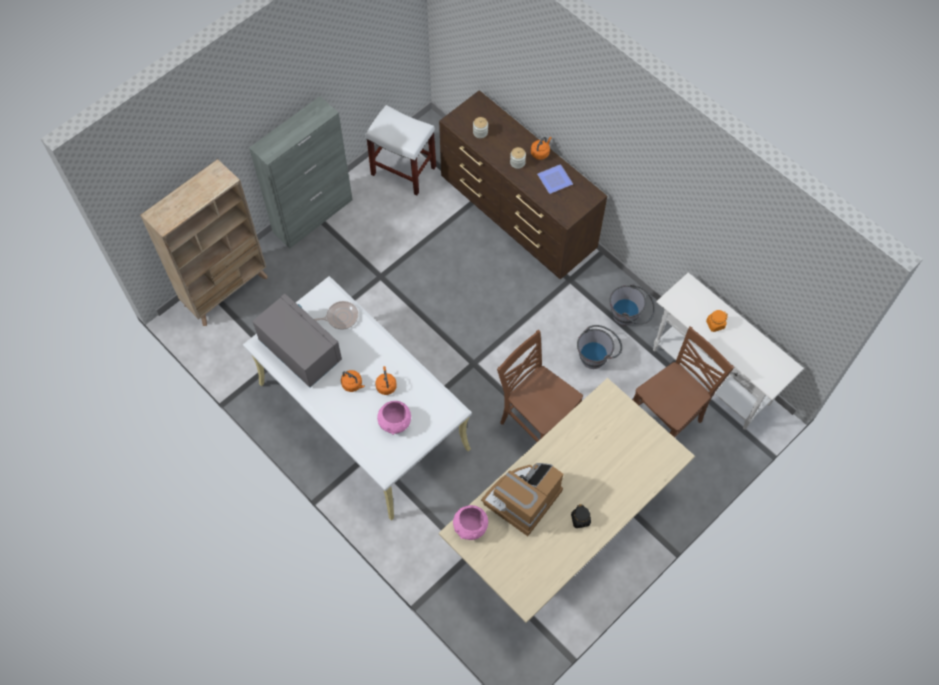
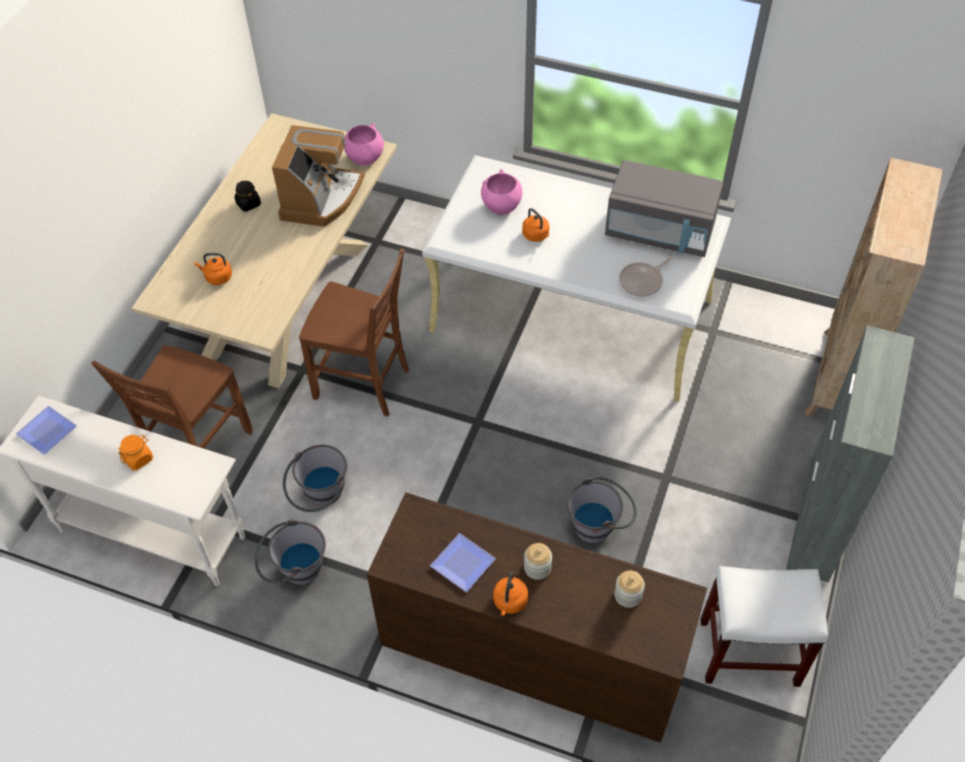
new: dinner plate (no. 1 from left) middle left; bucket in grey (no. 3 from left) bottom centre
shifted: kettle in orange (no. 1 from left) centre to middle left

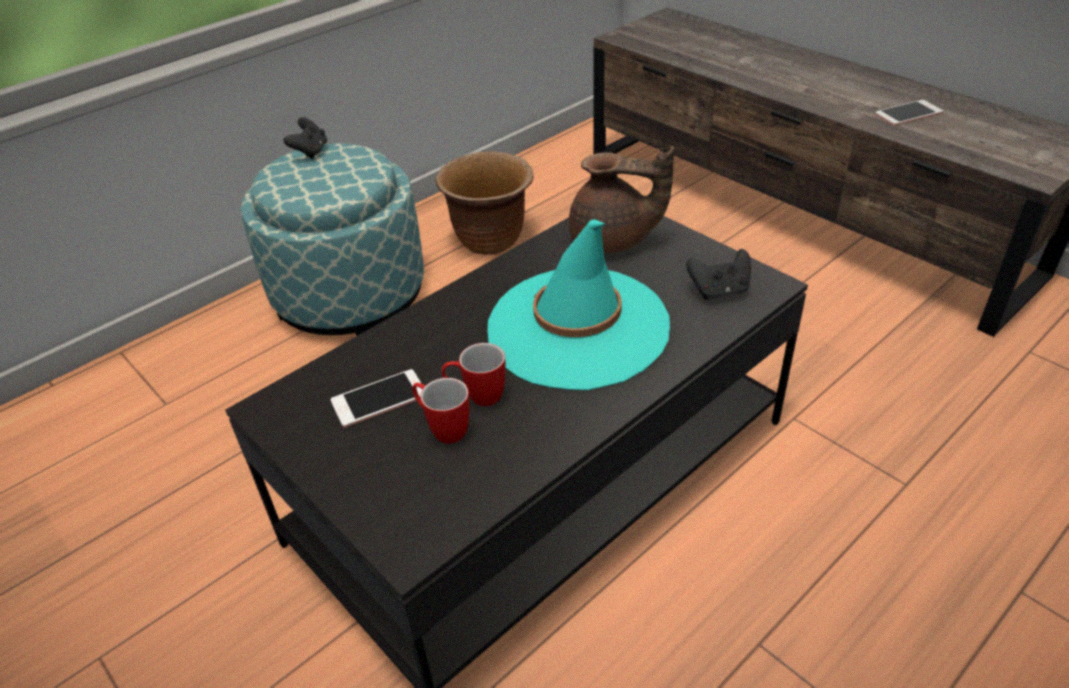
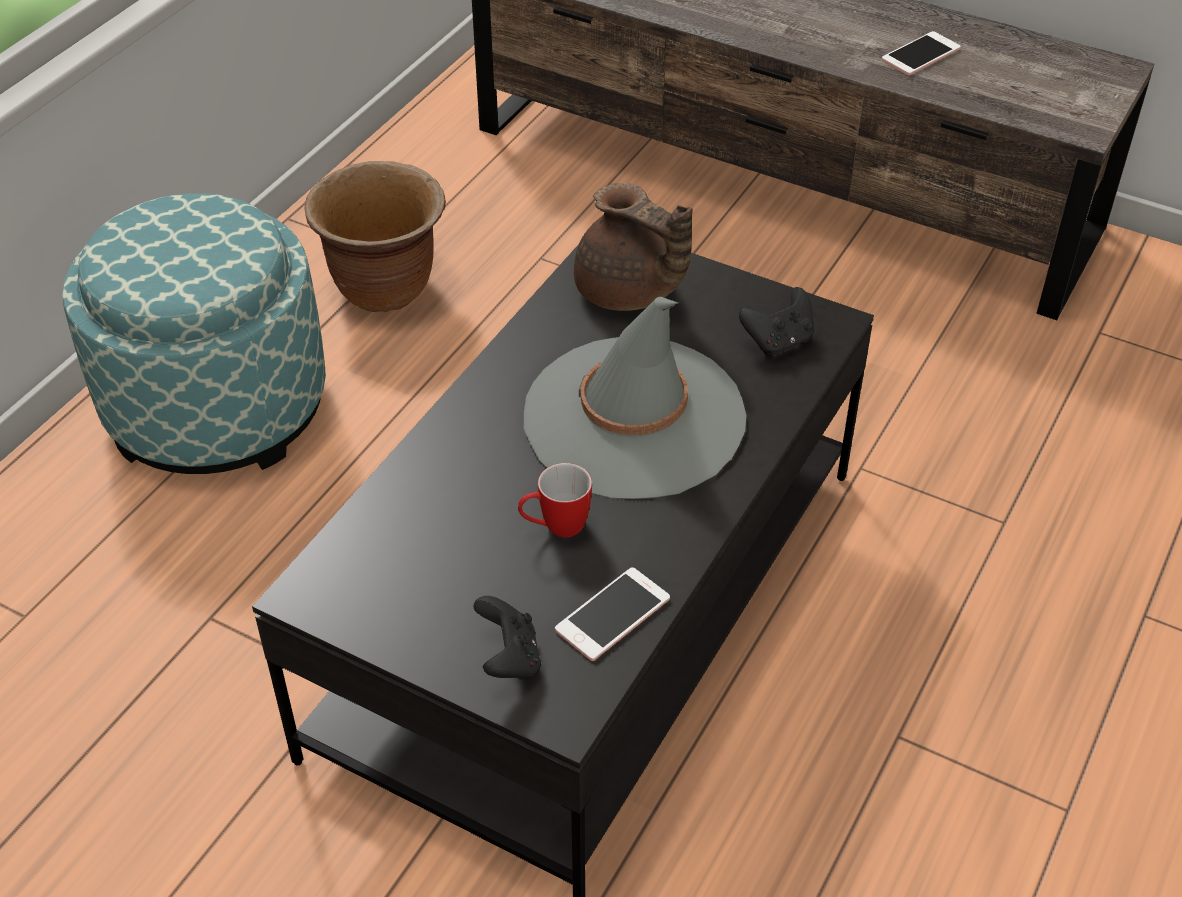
gone: tea mug (no. 1 from left) centre
shifted: gamepad in black-coloured (no. 1 from left) top left to bottom centre; handset (no. 1 from left) centre to bottom centre
repainted: wearable hat in blue-green centre to wearable hat in grey centre
rotated: pot for tea in brown top centre = top centre 45 degrees clockwise

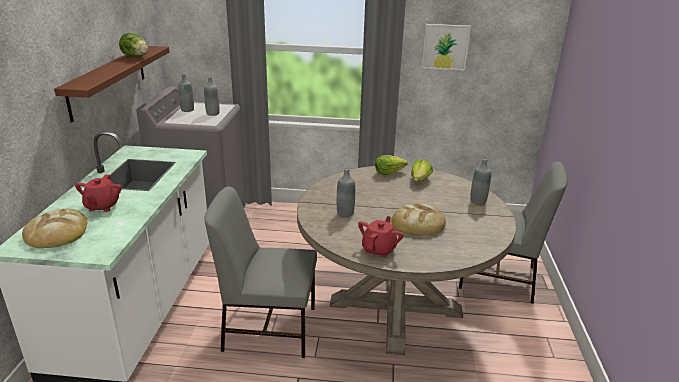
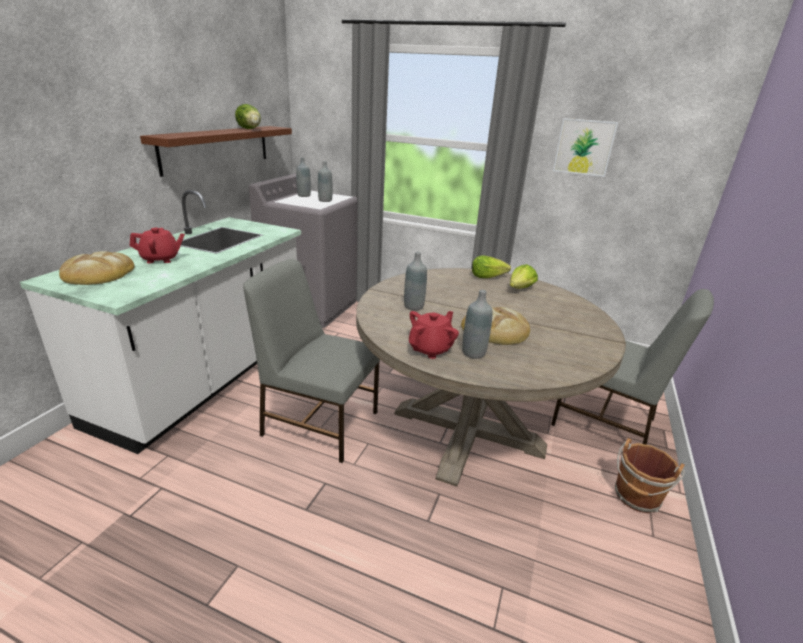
new: bucket in brown bottom right
shifted: bottle in grey (no. 4 from left) middle right to centre
rotated: pot for tea in red-coloured (no. 1 from left) middle left = middle left 120 degrees counterclockwise

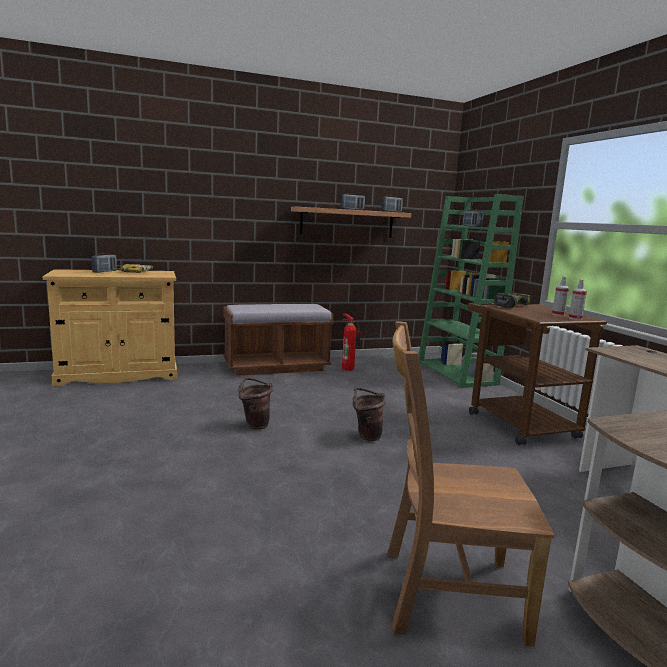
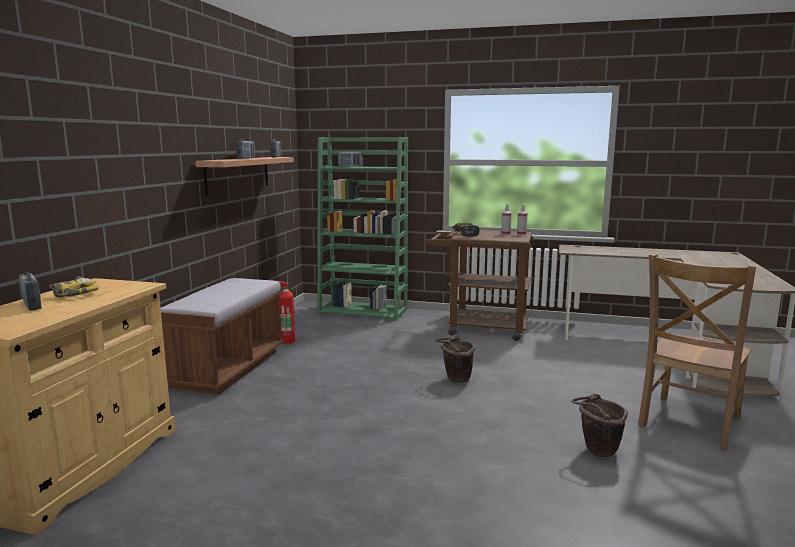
shifted: bucket in brown (no. 1 from left in the first image) centre to bucket in brown (no. 2 from left) bottom right

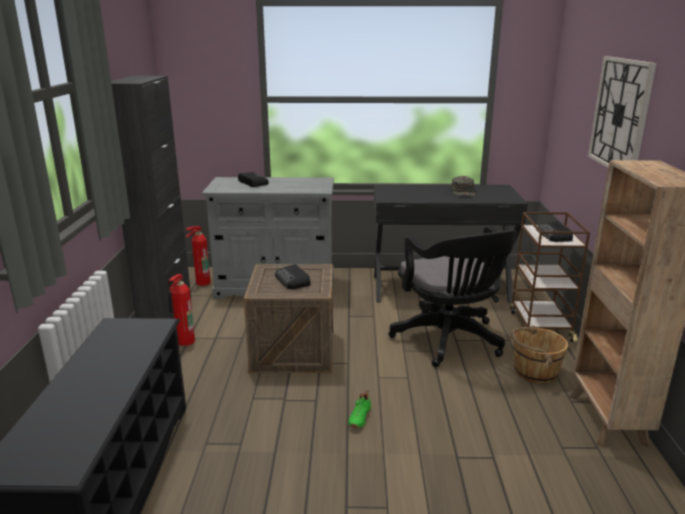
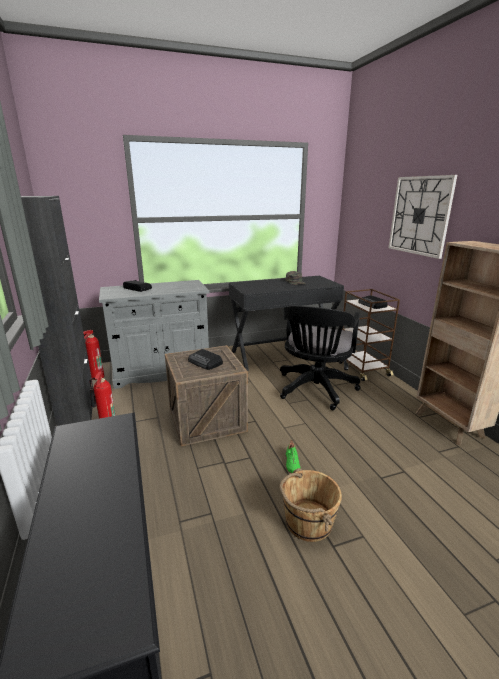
shifted: bucket in brown bottom right to bottom centre
rotated: computer chair in black-coloured centre = centre 60 degrees clockwise

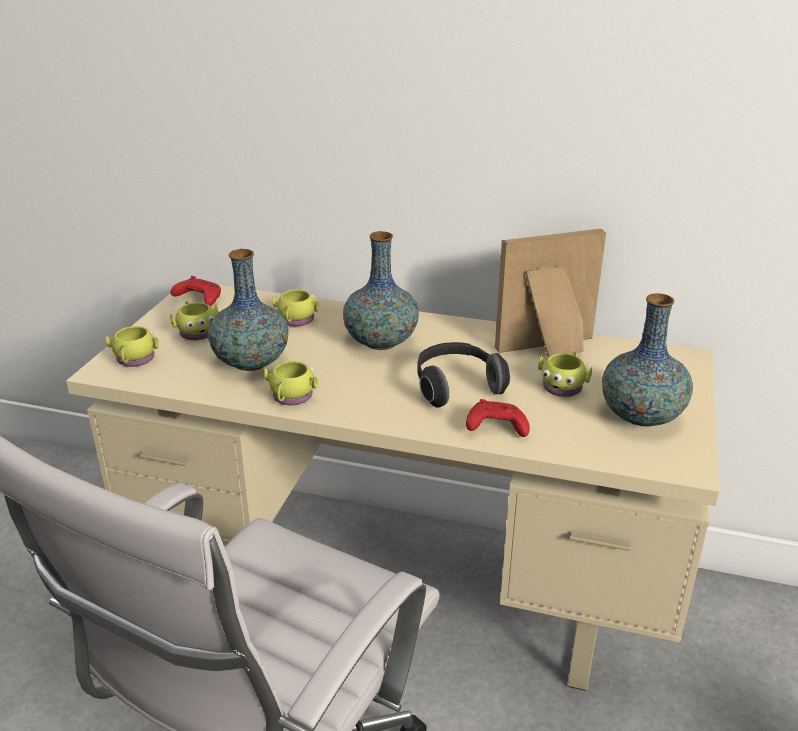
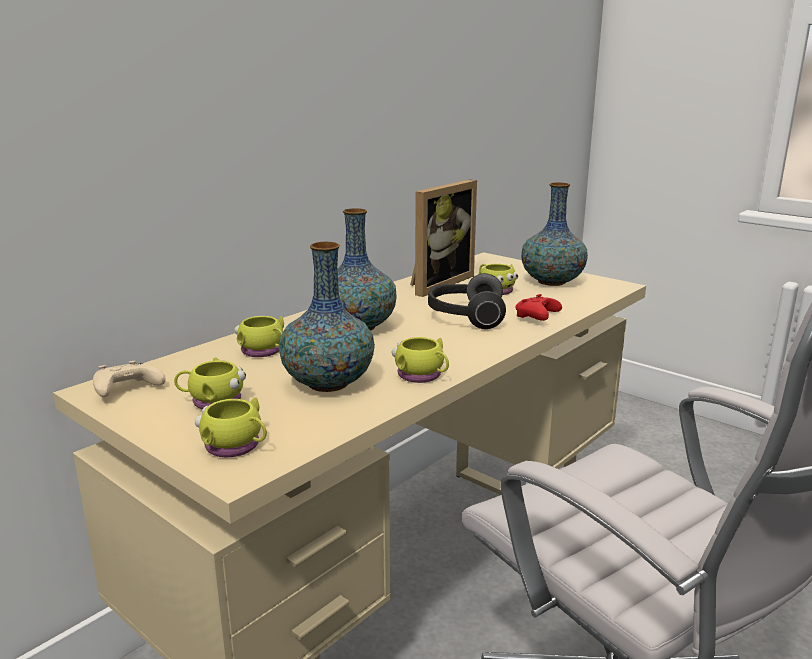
repainted: gamepad in red-coloured (no. 1 from left) middle left to gamepad in beige middle left
rotated: standing frame middle right = centre 150 degrees counterclockwise

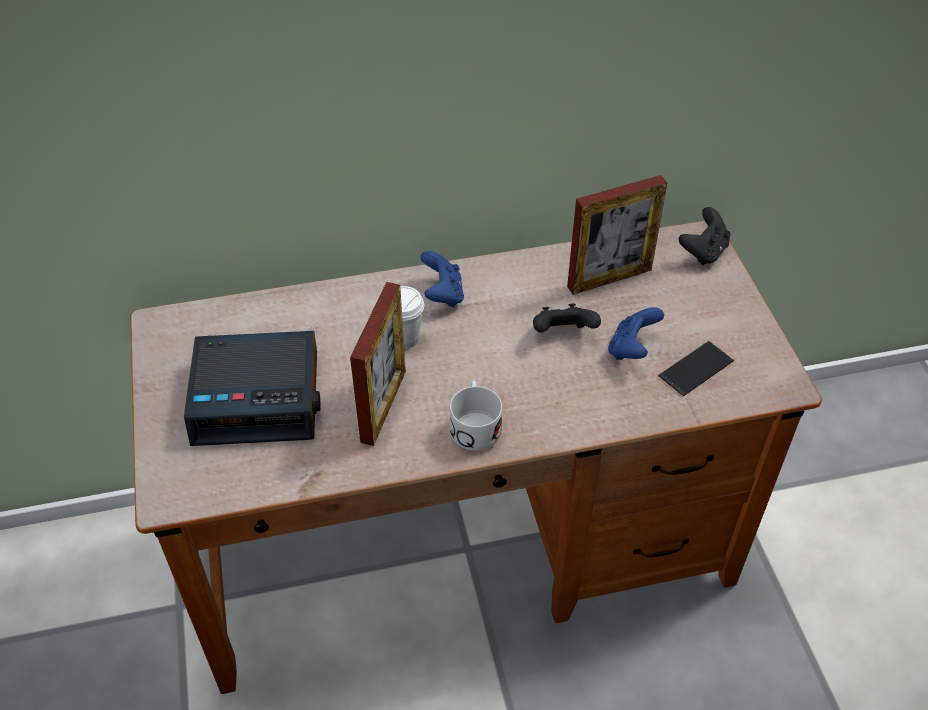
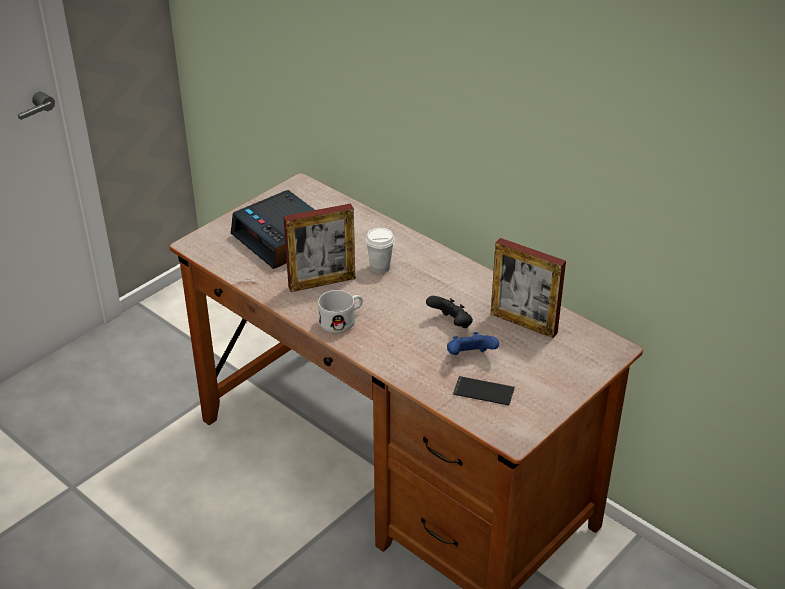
gone: gamepad in black-coloured (no. 2 from left) top right; gamepad in bluish (no. 1 from left) centre

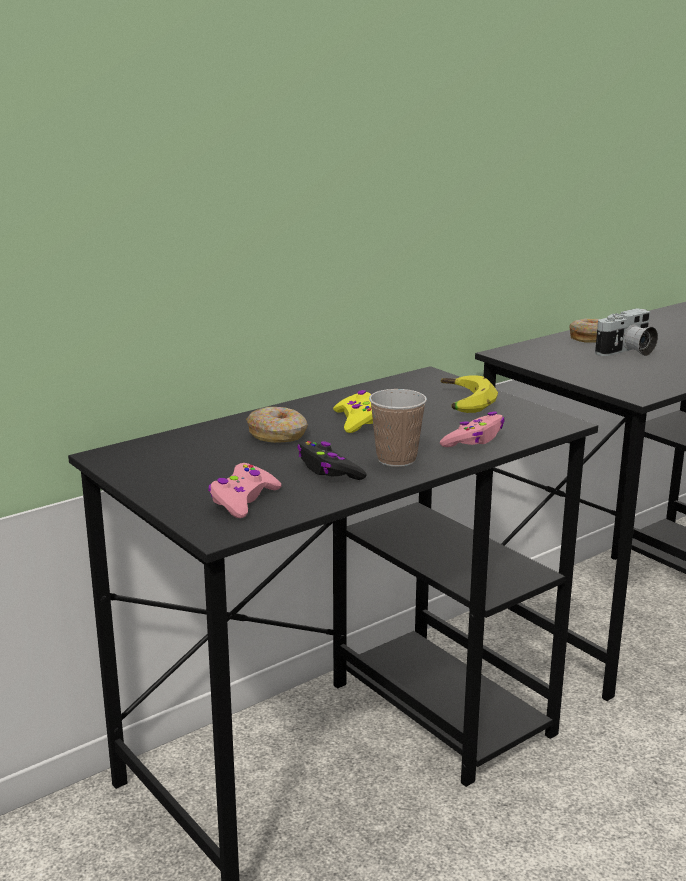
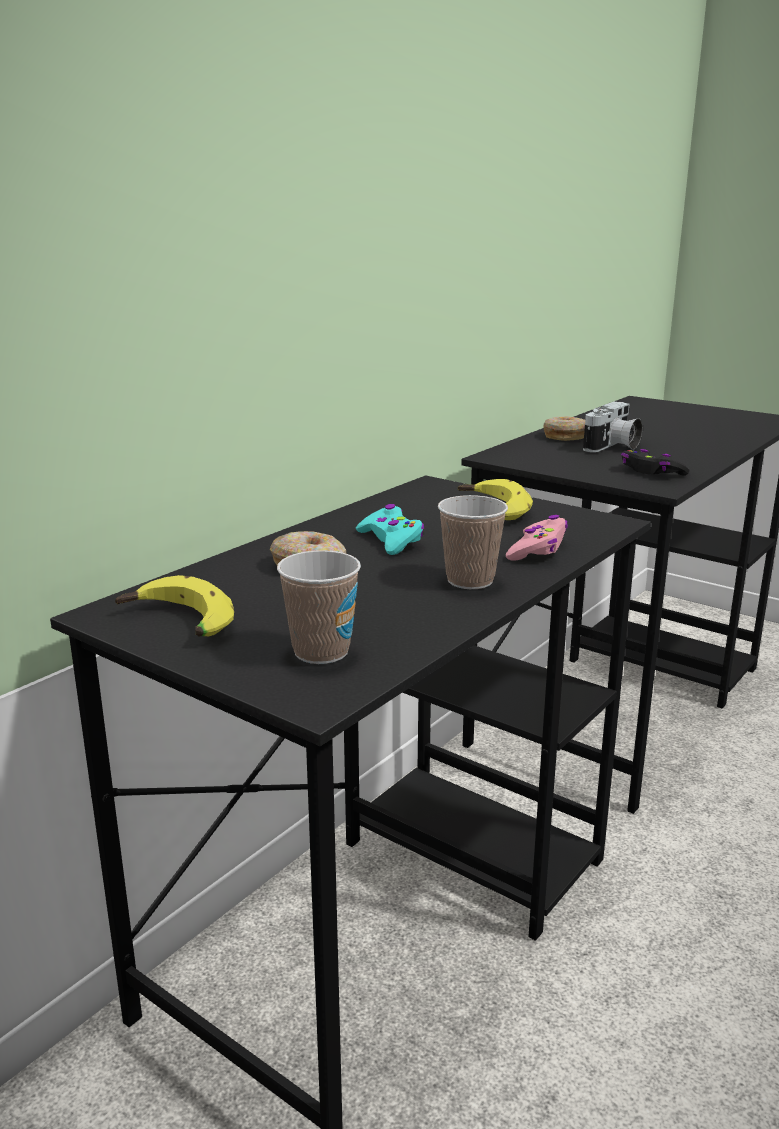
new: banana (no. 1 from left) middle left
shifted: gamepad in black-coloured centre to middle right
swapped: gamepad in pink-coloured (no. 1 from left) centre to cup (no. 1 from left) centre
repainted: gamepad in yellow centre to gamepad in blue-green centre

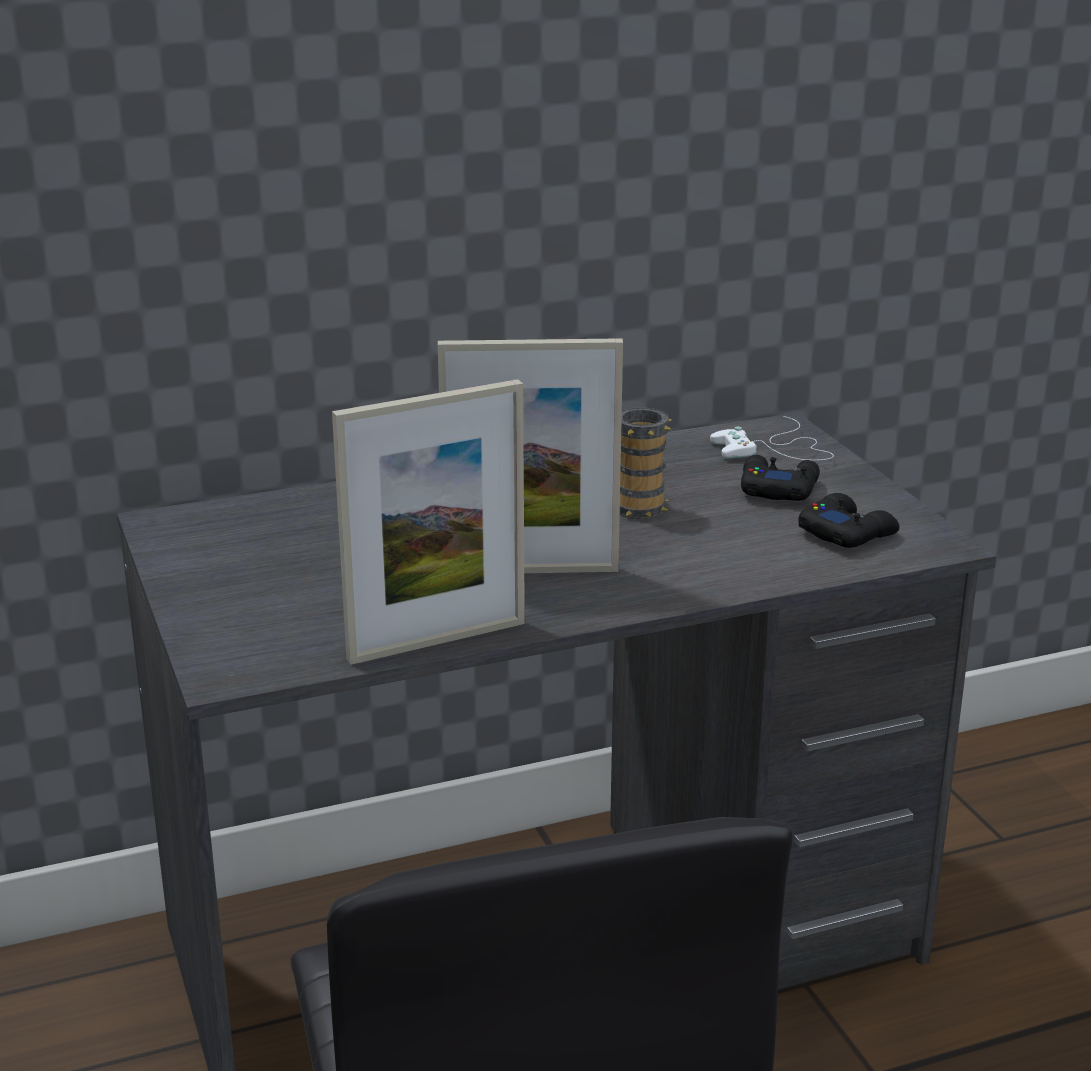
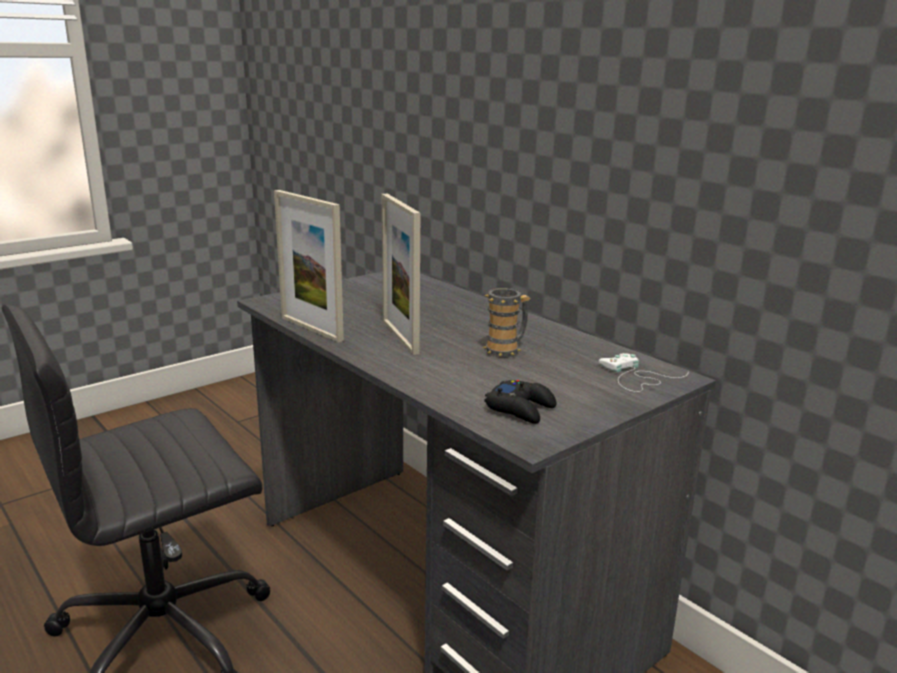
gone: gamepad in black-coloured (no. 1 from left) middle right

